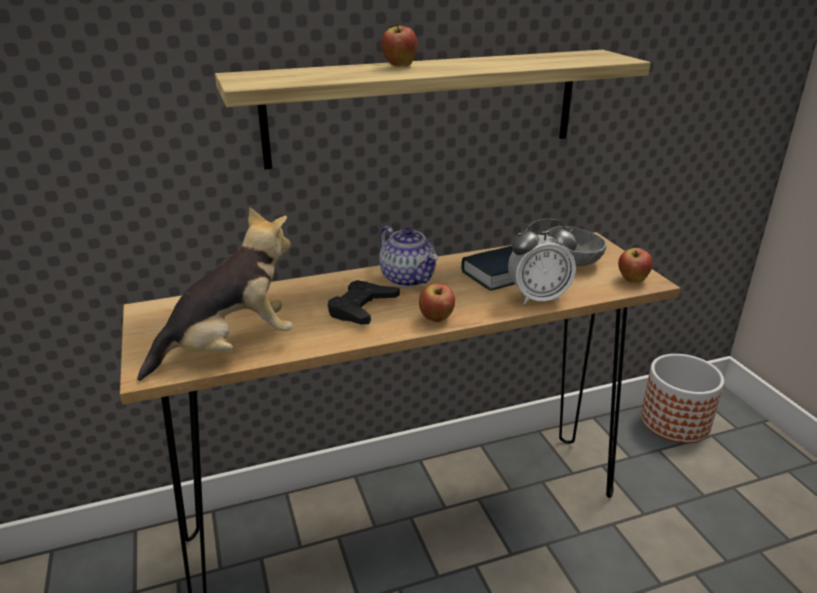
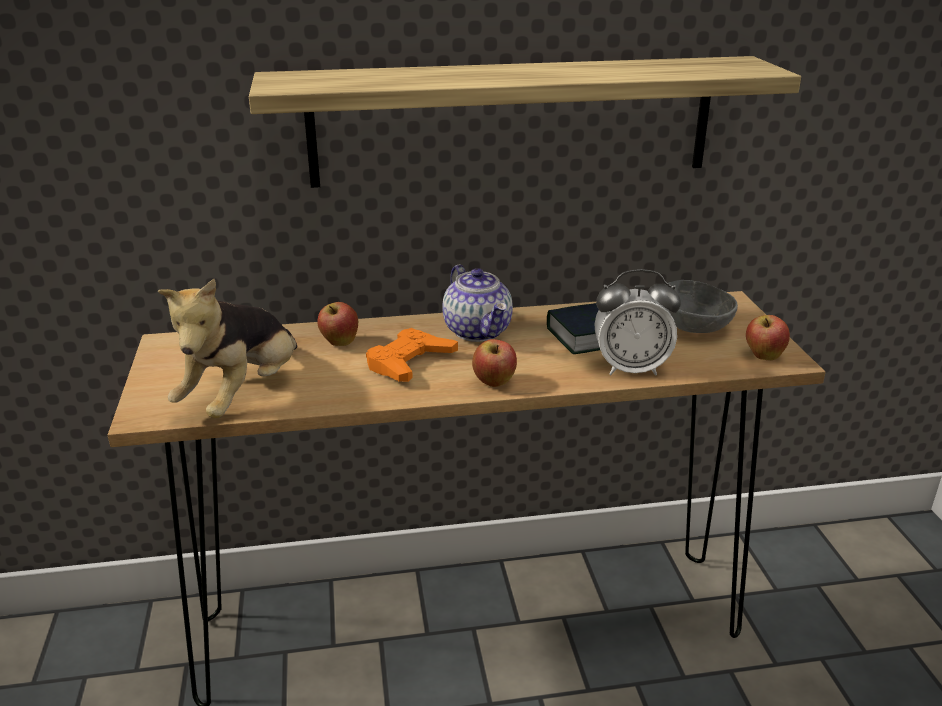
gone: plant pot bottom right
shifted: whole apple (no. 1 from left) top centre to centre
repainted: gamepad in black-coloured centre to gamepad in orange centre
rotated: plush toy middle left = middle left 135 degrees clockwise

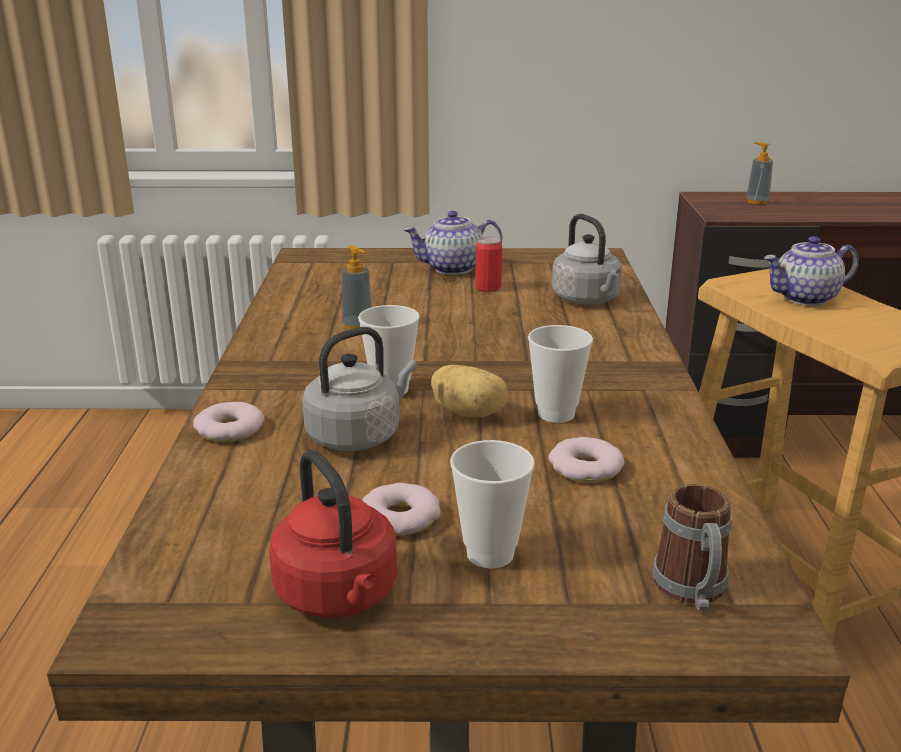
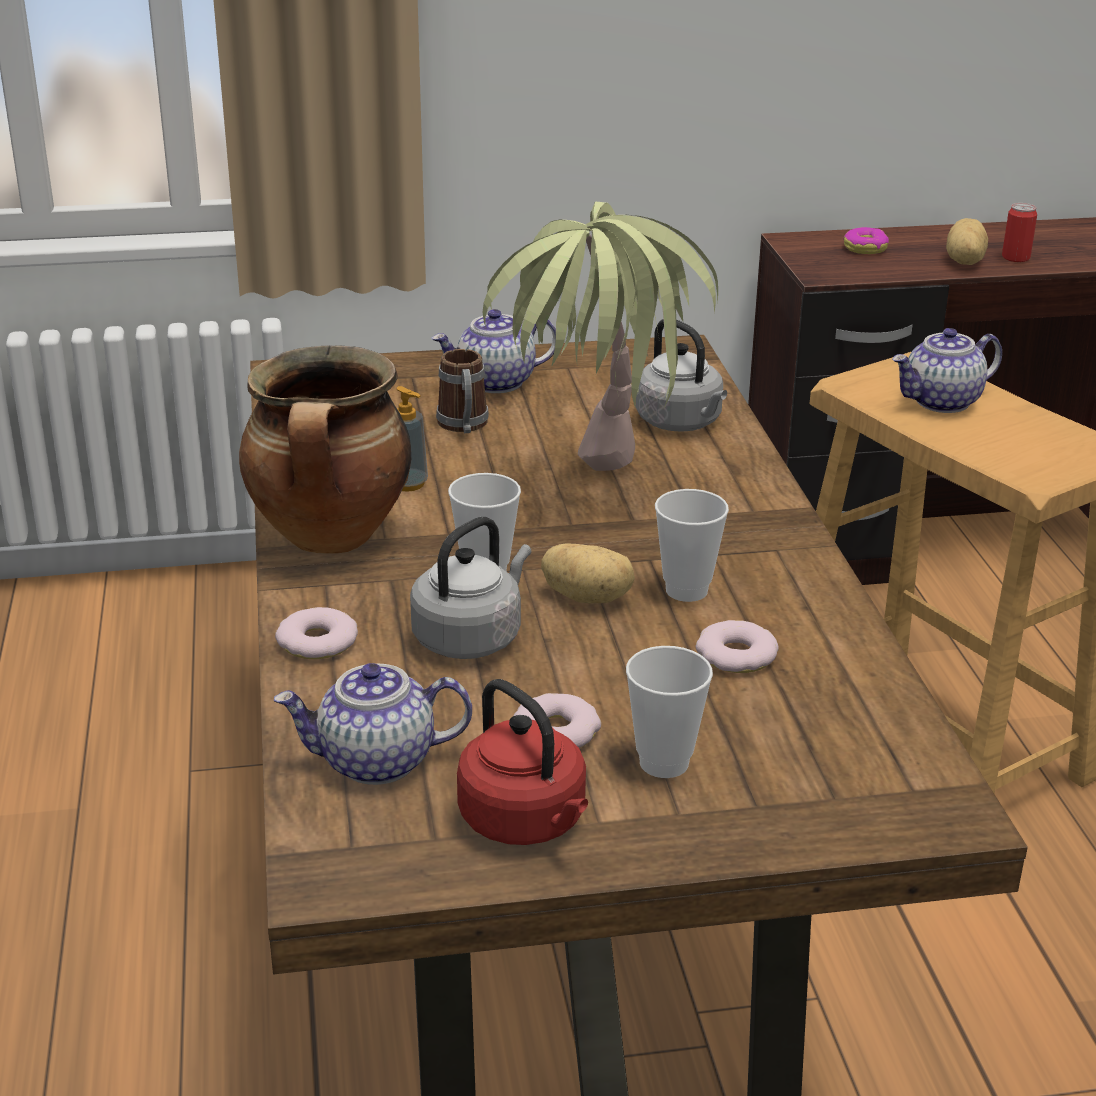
new: houseplant top centre; potato (no. 2 from left) top right; cooking pot middle left; pot for tea (no. 1 from left) centre
shifted: sealed can centre to top right; tea mug bottom right to centre
swapped: soap dispenser (no. 2 from left) top right to donut (no. 4 from left) top right

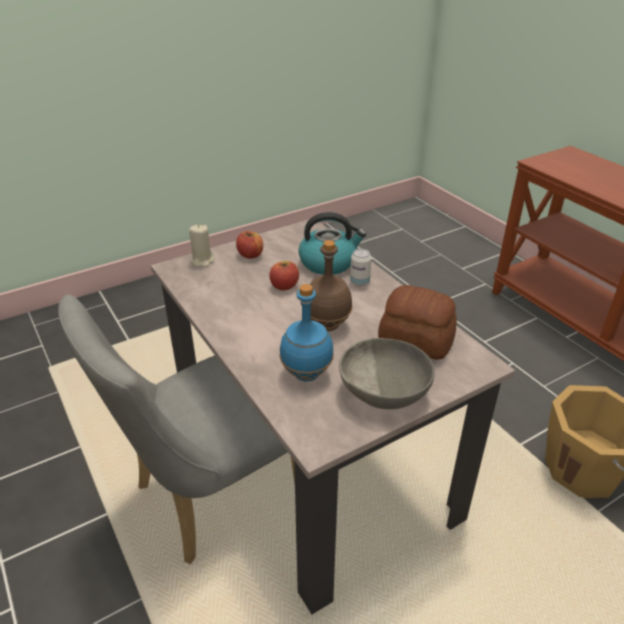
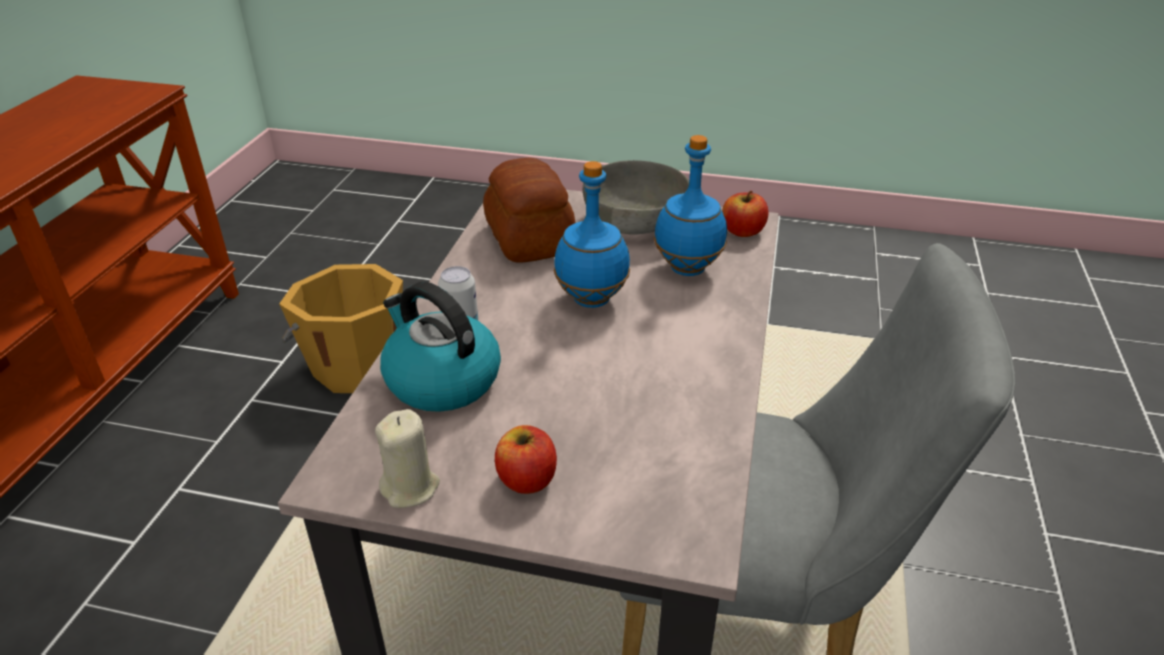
shifted: candle in beige middle left to bottom centre; whole apple (no. 2 from left) centre to top centre
repainted: bottle in brown centre to bottle in bluish (no. 1 from left) centre

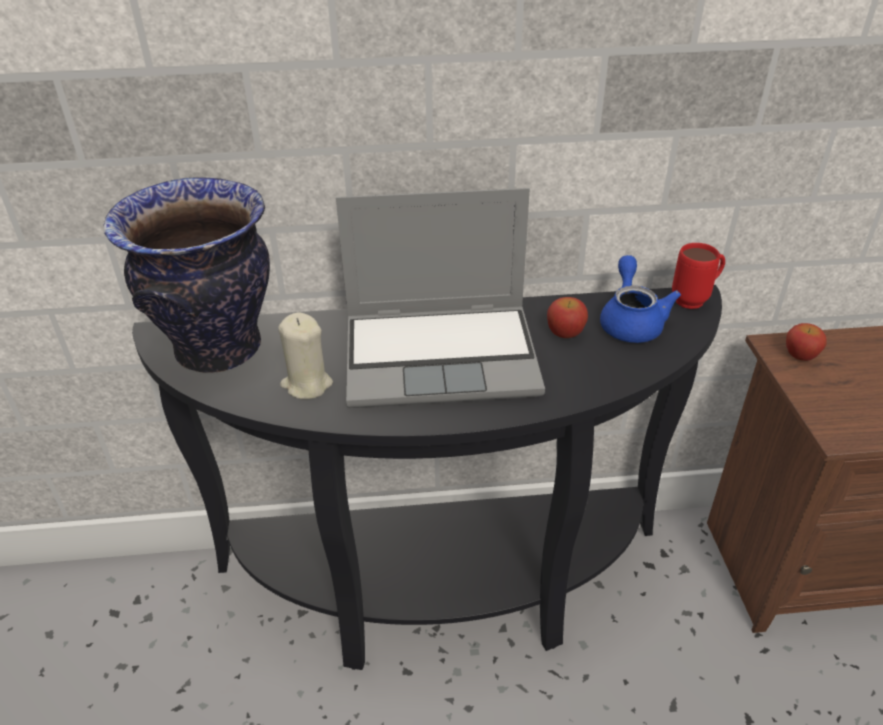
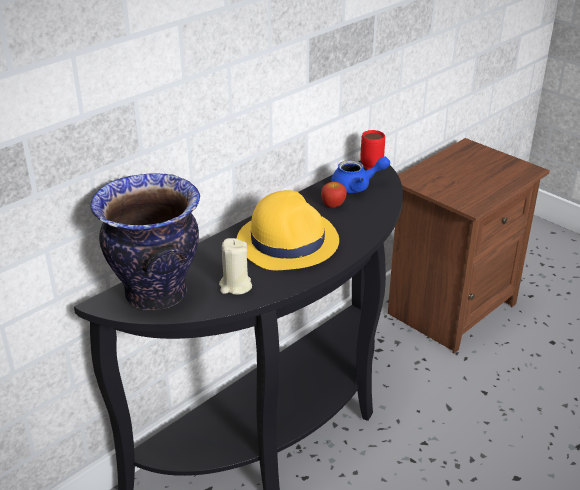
gone: whole apple (no. 2 from left) middle right
swapped: notebook computer centre to wearable hat in yellow centre
rotated: pot for tea in bluish middle right = centre 120 degrees clockwise

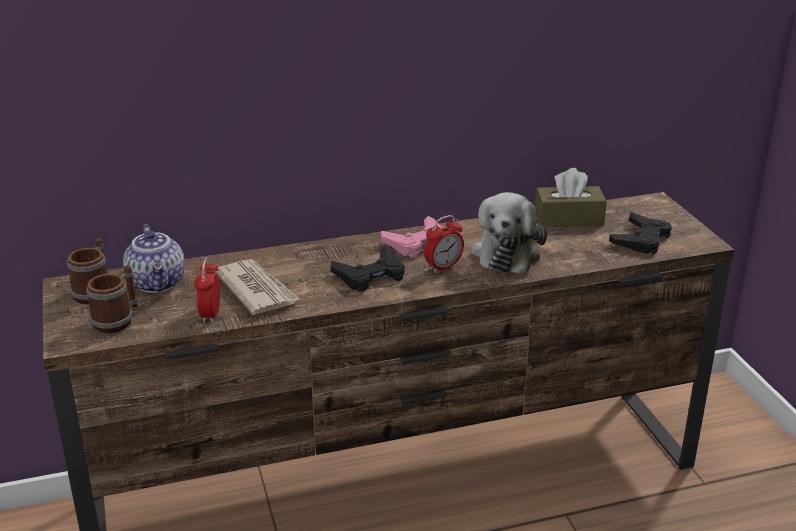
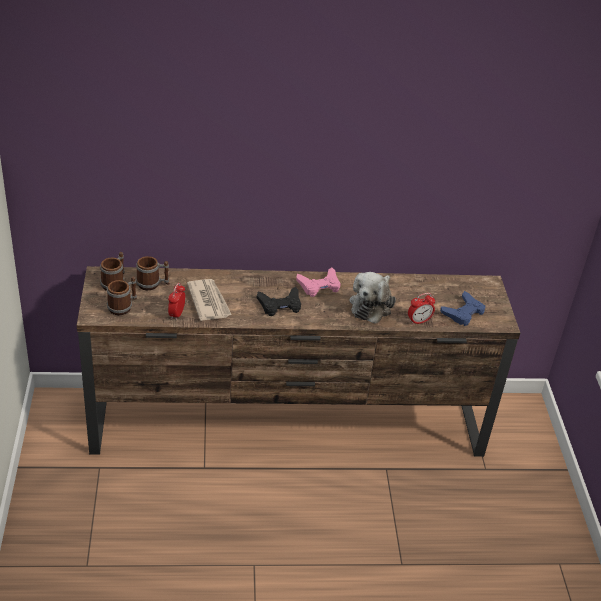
gone: tissue box in brown middle right
shifted: bedside clock (no. 2 from left) centre to middle right
swapped: pot for tea middle left to tea mug (no. 3 from left) middle left
repainted: gamepad in black-coloured (no. 2 from left) middle right to gamepad in bluish middle right

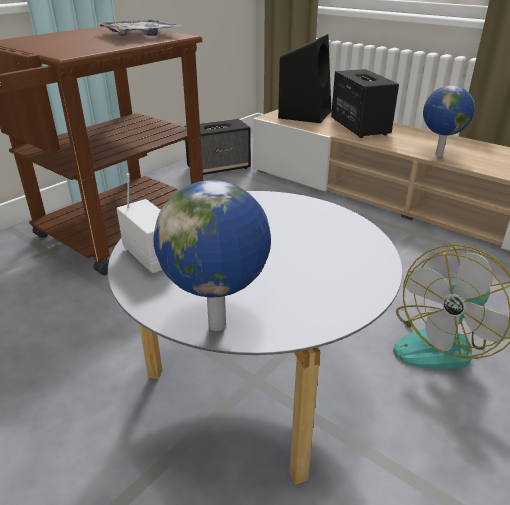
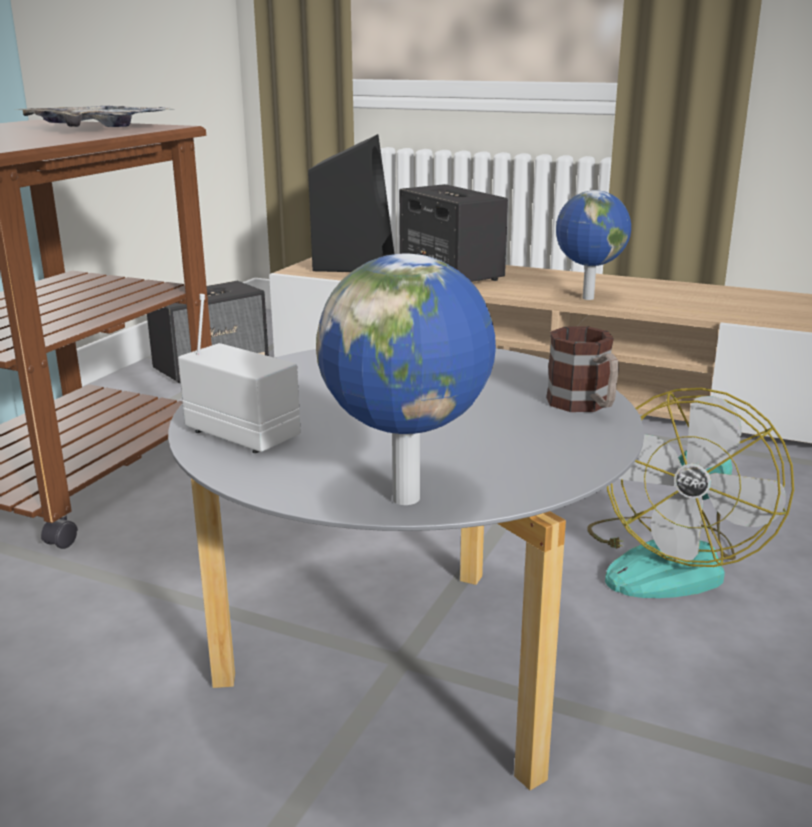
new: tea mug middle right

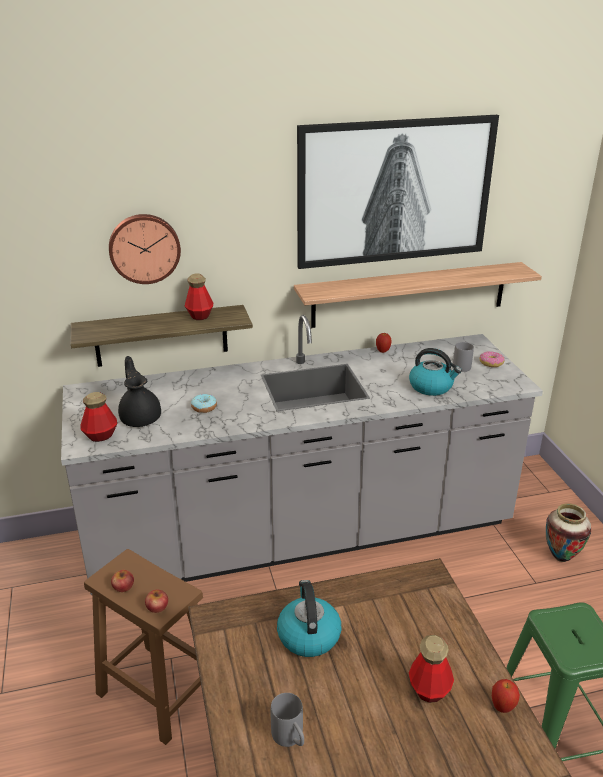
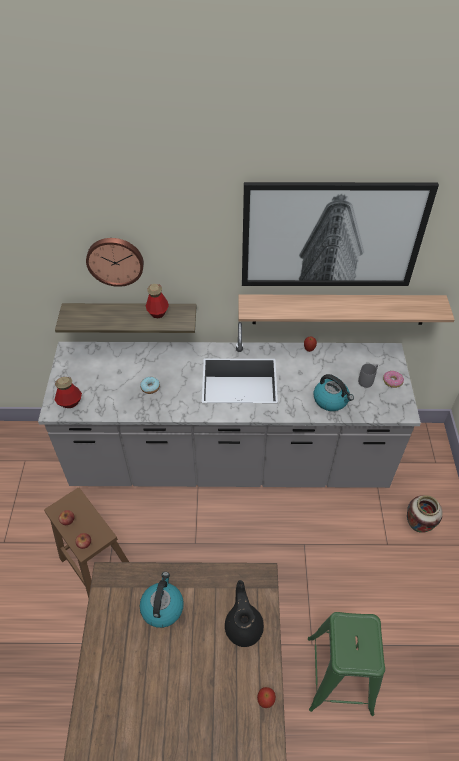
gone: bottle (no. 3 from left) bottom right; tea mug in grey (no. 1 from left) bottom centre
shifted: pot for tea in black-coloured middle left to bottom centre

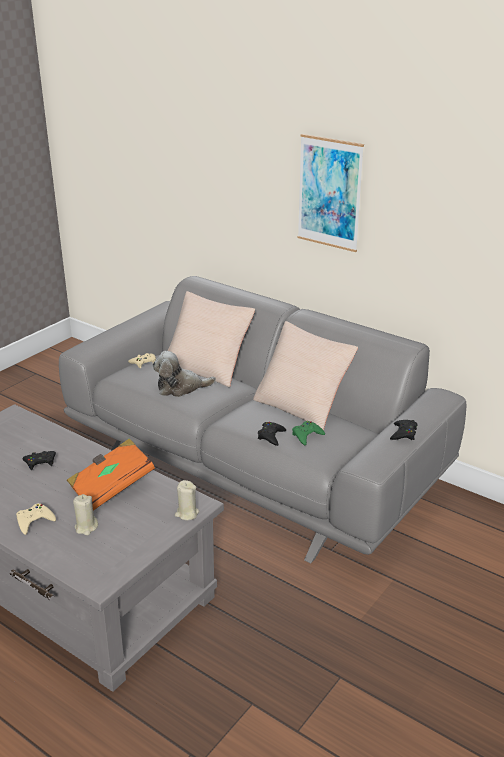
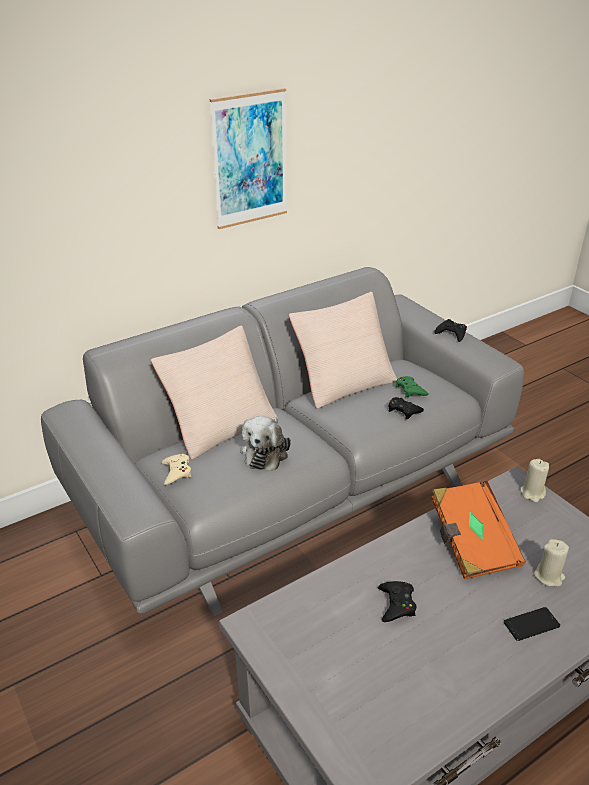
swapped: gamepad in beige (no. 1 from left) bottom left to handset bottom right

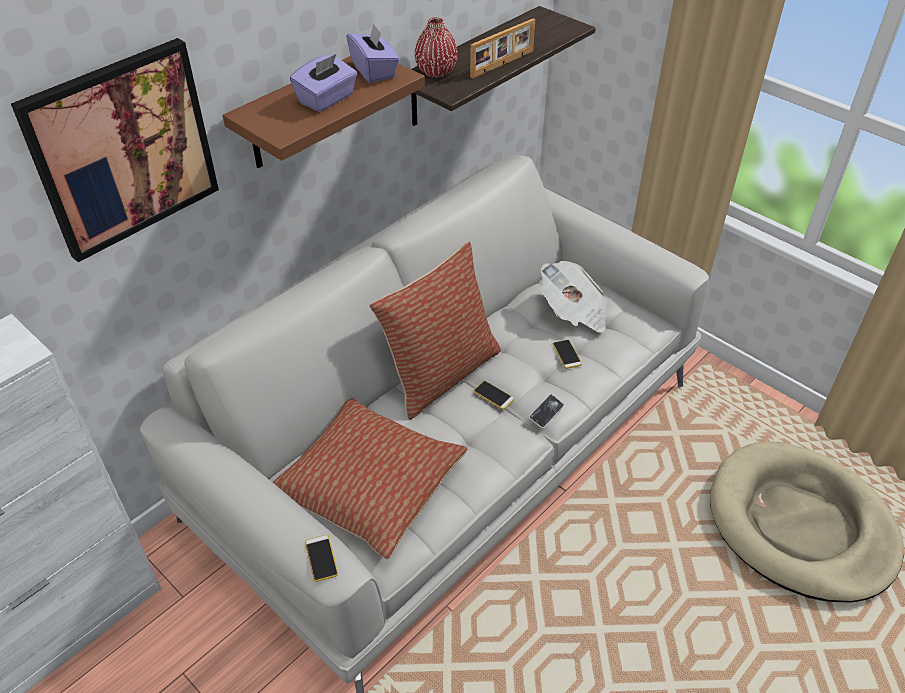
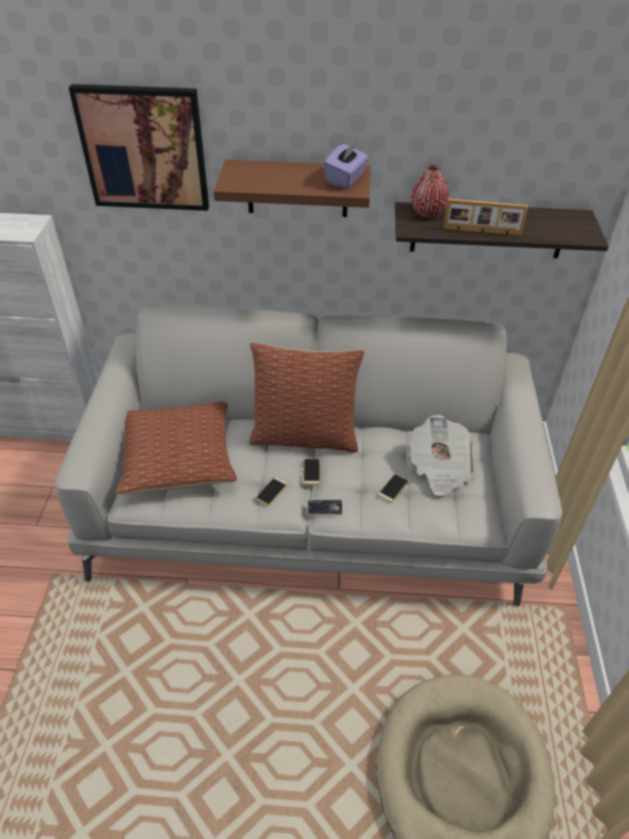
gone: tissue box in purplish (no. 1 from left) top centre
shifted: handset (no. 1 from left) bottom centre to centre

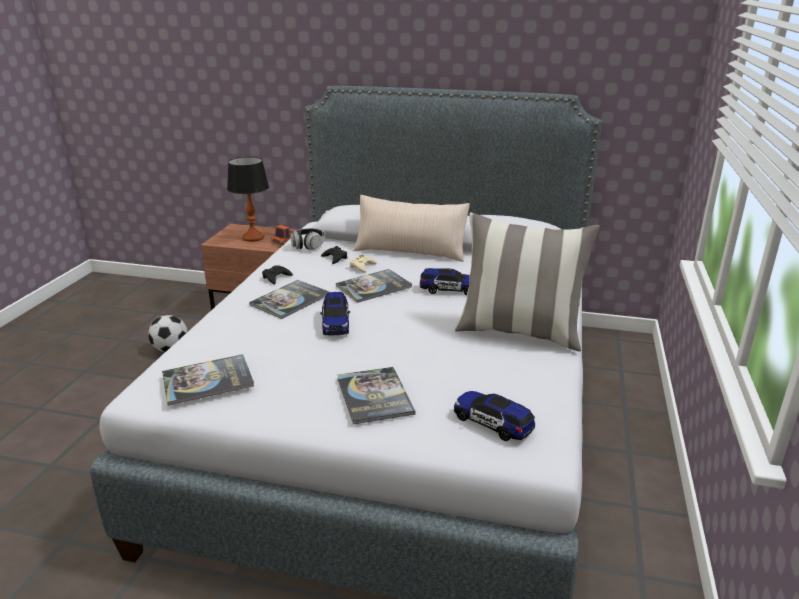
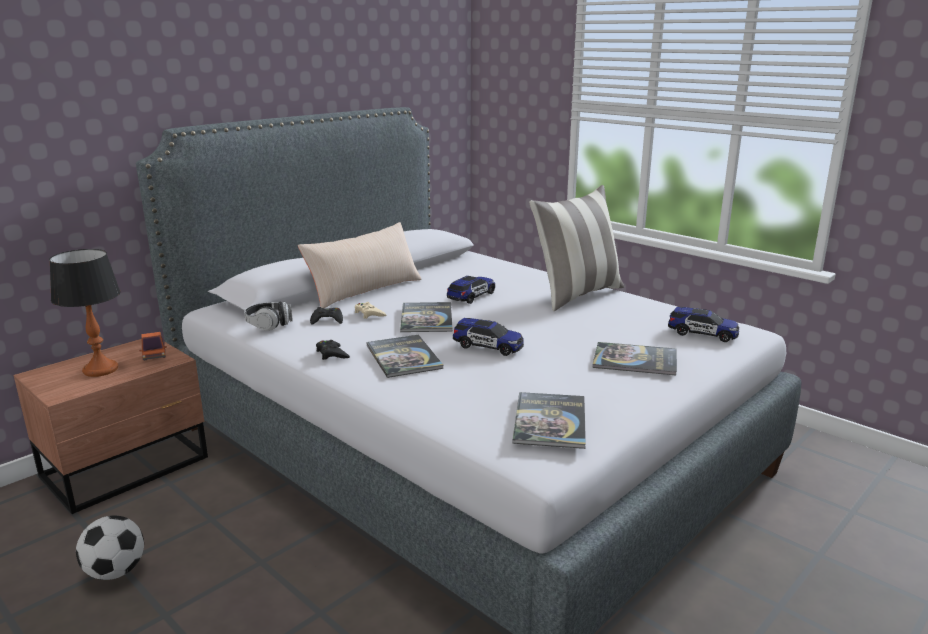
rotated: toy car (no. 3 from left) bottom centre = middle right 135 degrees counterclockwise

